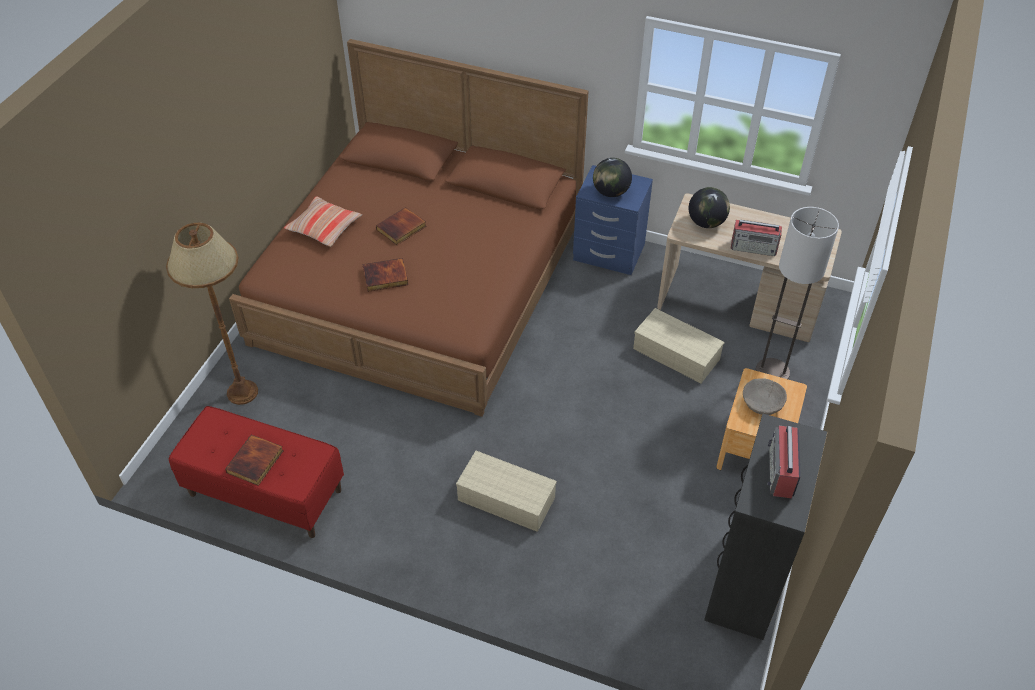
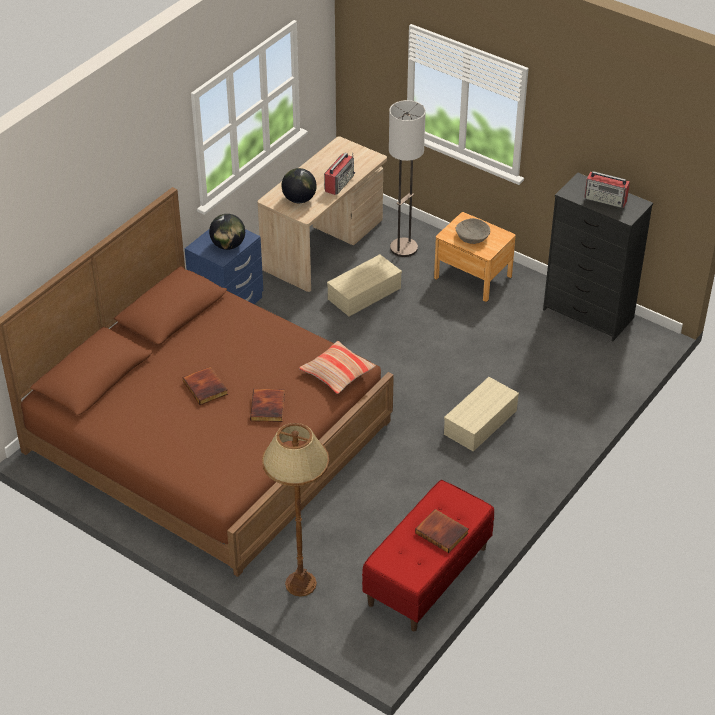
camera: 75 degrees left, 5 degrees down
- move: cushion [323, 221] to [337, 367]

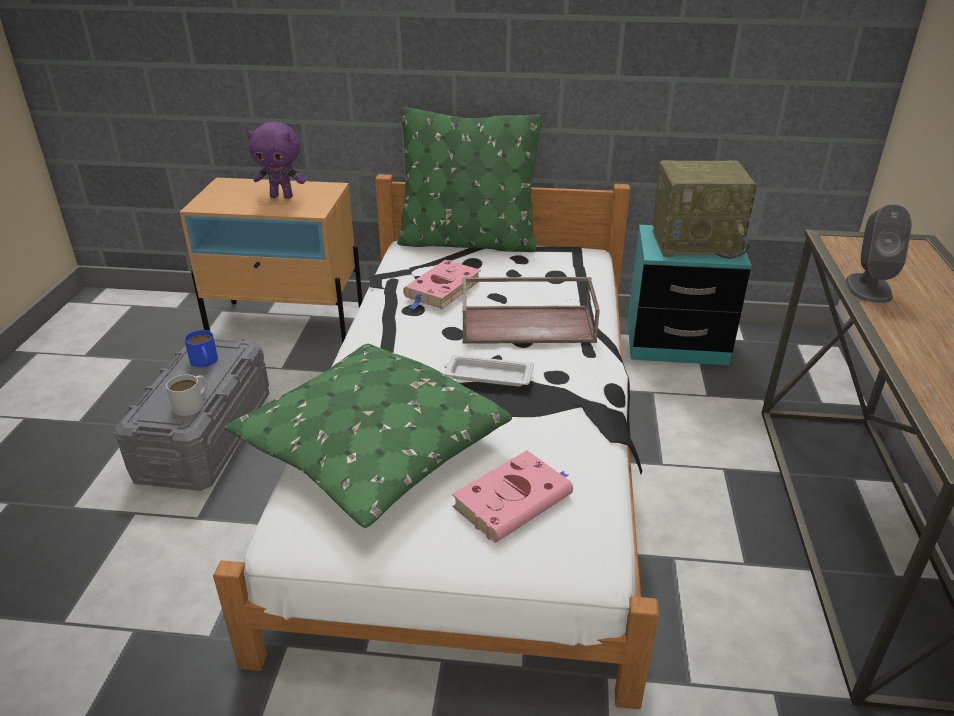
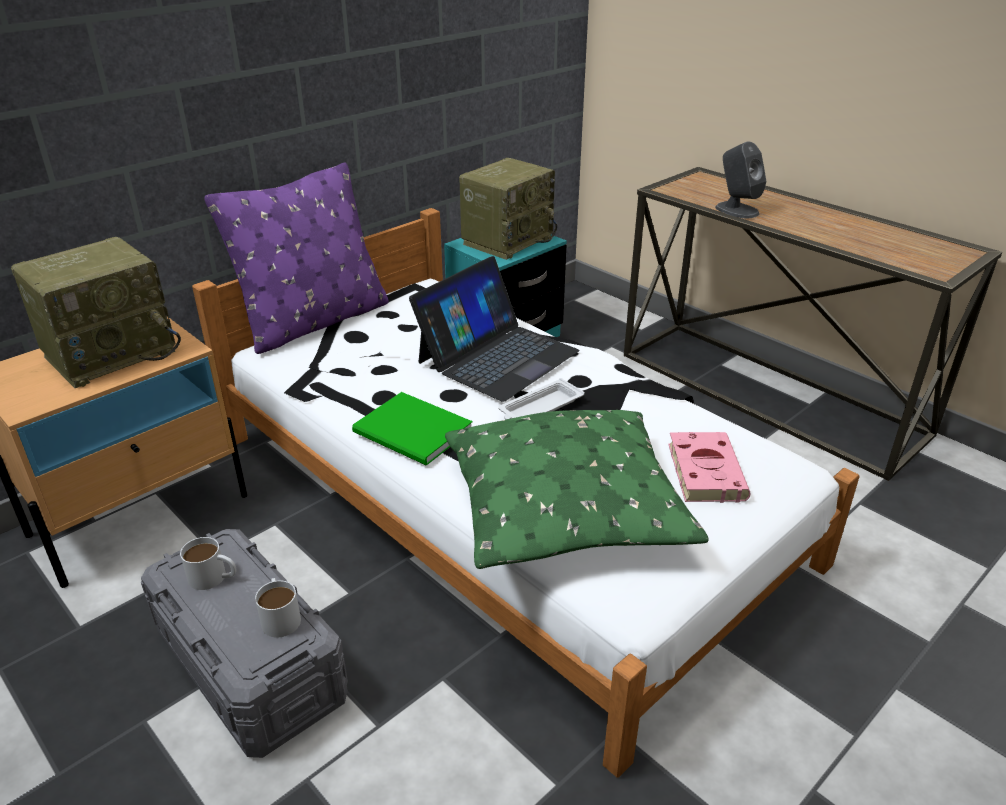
camera: 50 degrees left, 0 degrees up
- replace: purple_soft_toy [275, 160] to radio [96, 312]
- recolor: bluish_coffee_mug [201, 349] to white_coffee_mug [208, 563]
- recolor: green-coloured_cushion [469, 179] to purple_cushion [296, 258]
- insert: green-coloured_volume [412, 429]
- replace: brown-coloured_serving_tray [531, 310] to portable_computer [494, 329]
- delete: pink-coloured_volume [442, 285]

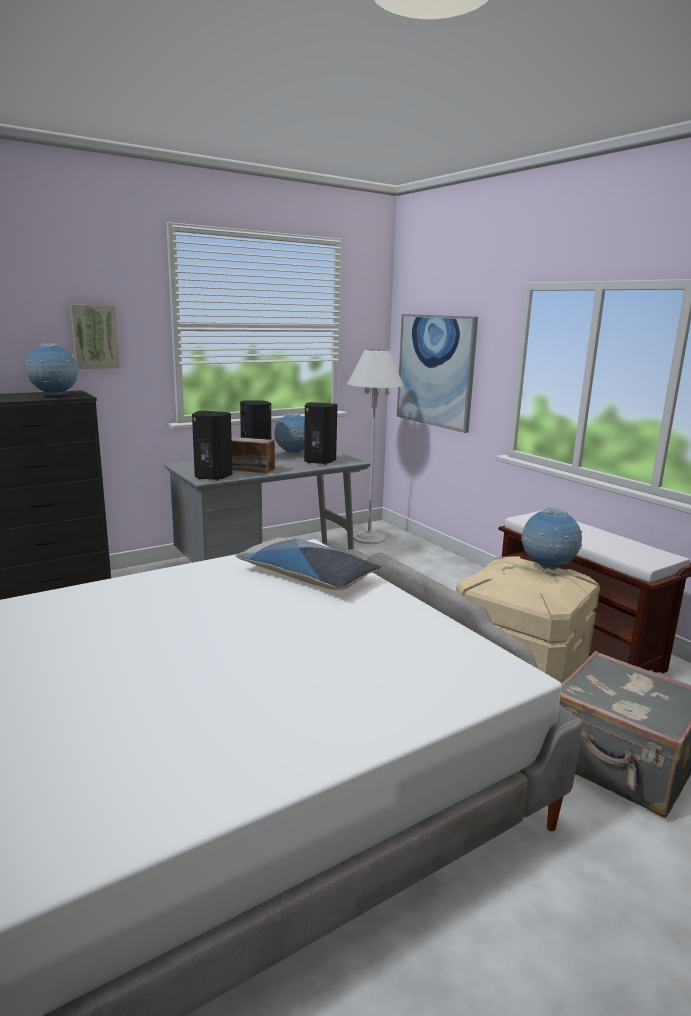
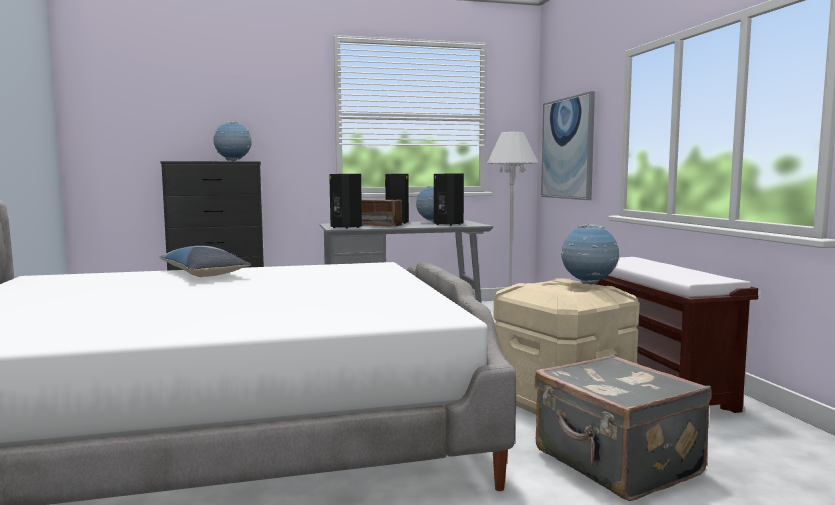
camera: 20 degrees right, 10 degrees down
- move: cushion [308, 564] to [205, 261]
- delete: picture [95, 337]

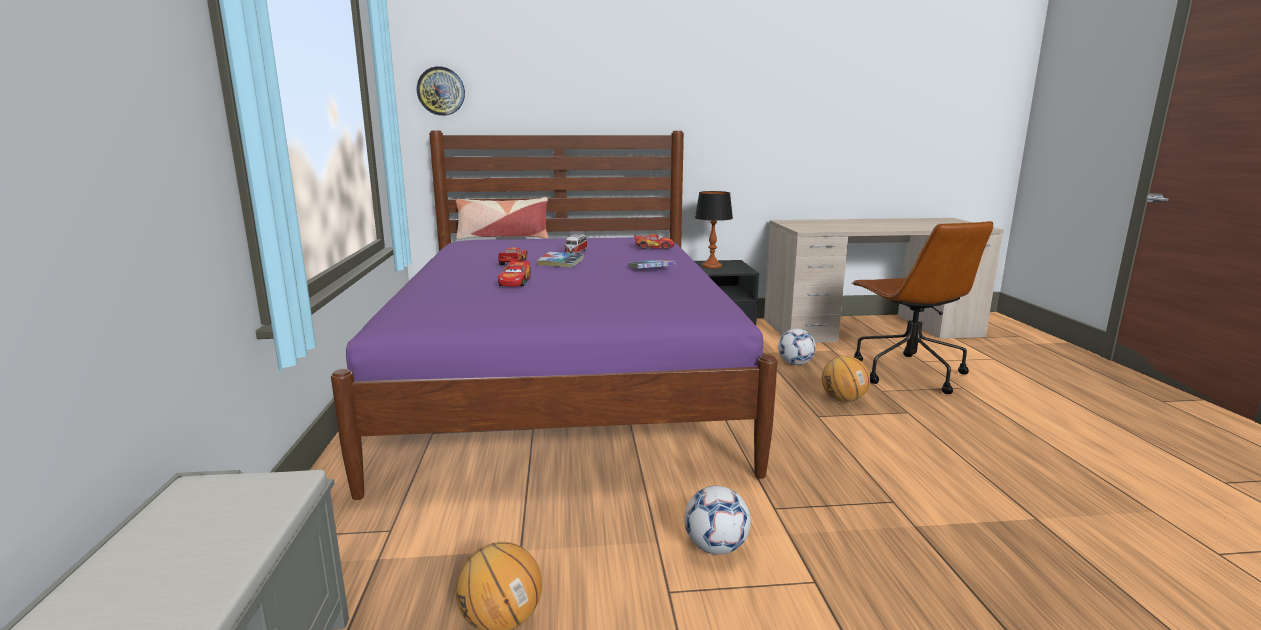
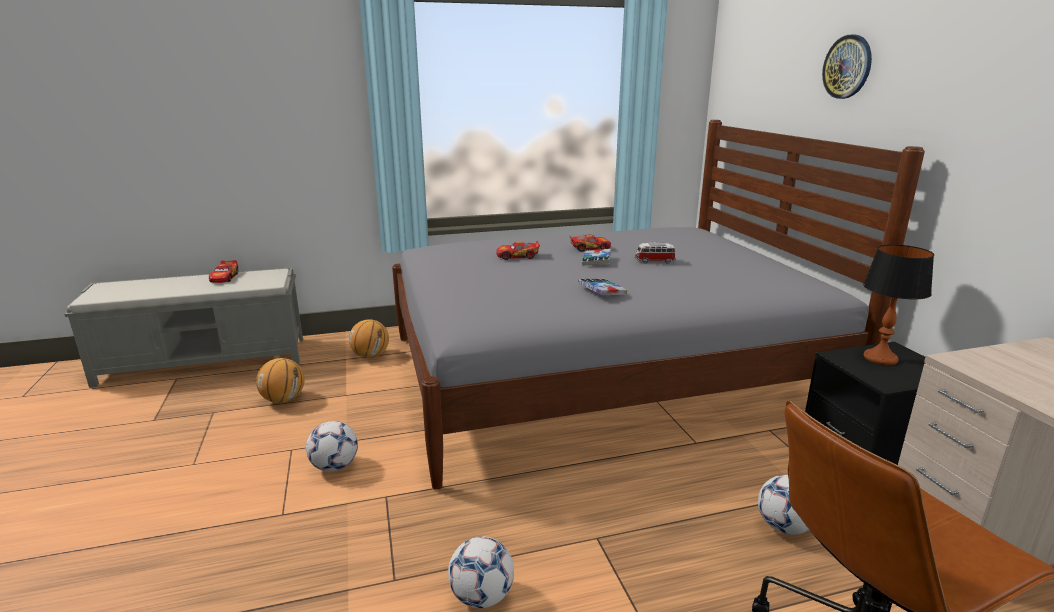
camera: 80 degrees right, 5 degrees up
- move: toy_car [654, 242] to [223, 271]
- move: basketball_ball [846, 379] to [369, 338]
- recolor: purple_sleeping_bed [554, 315] to greyish_sleeping_bed [658, 305]
- insert: football [481, 572]
- move: wall_clock [441, 91] to [847, 67]
- delete: cushion [502, 218]

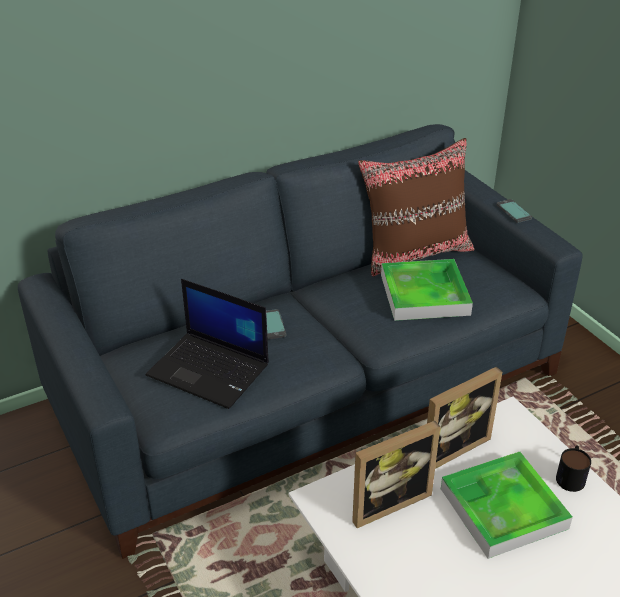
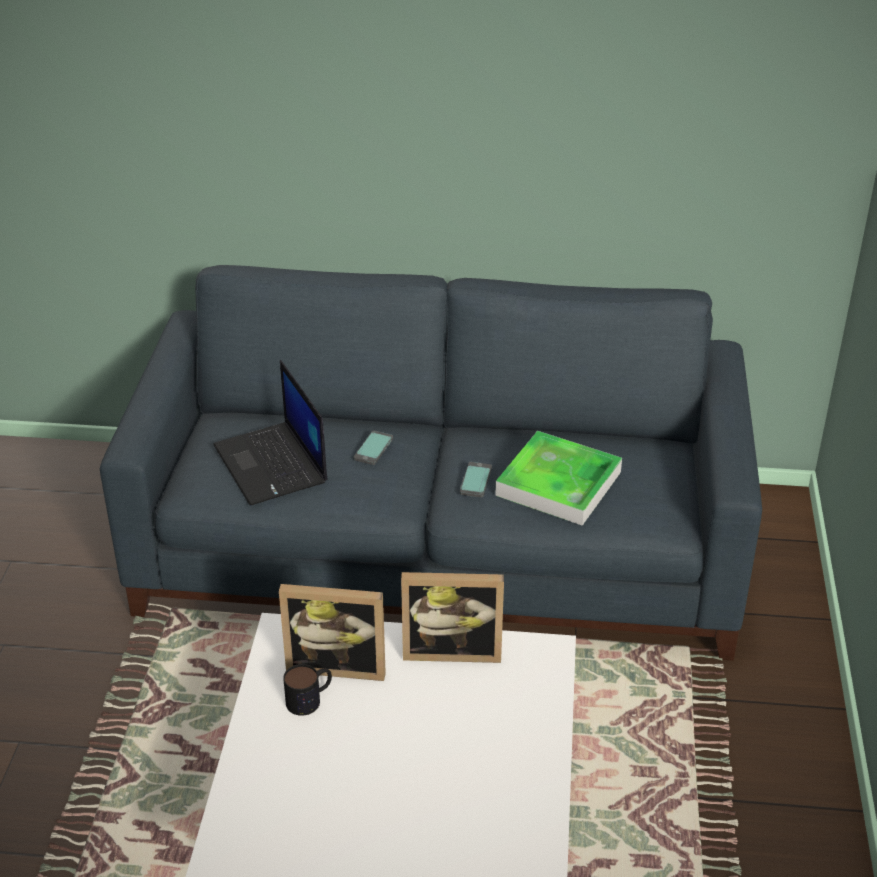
camera: 35 degrees right, 0 degrees up
- move: coffee_mug [573, 468] to [307, 690]
- move: handset [514, 211] to [476, 480]
- delete: brown-coloured_cushion [416, 207]
- delete: serving_tray [507, 505]

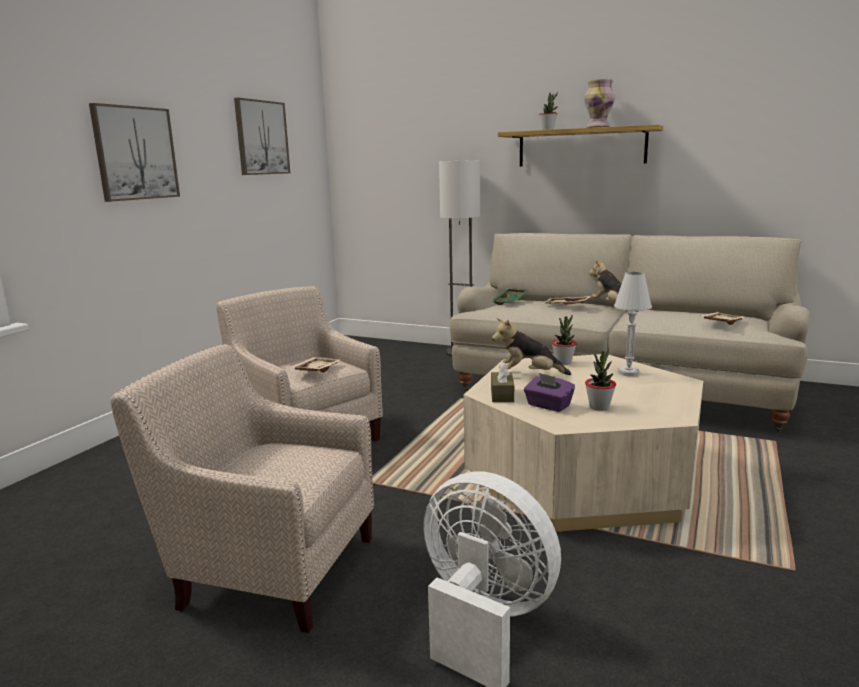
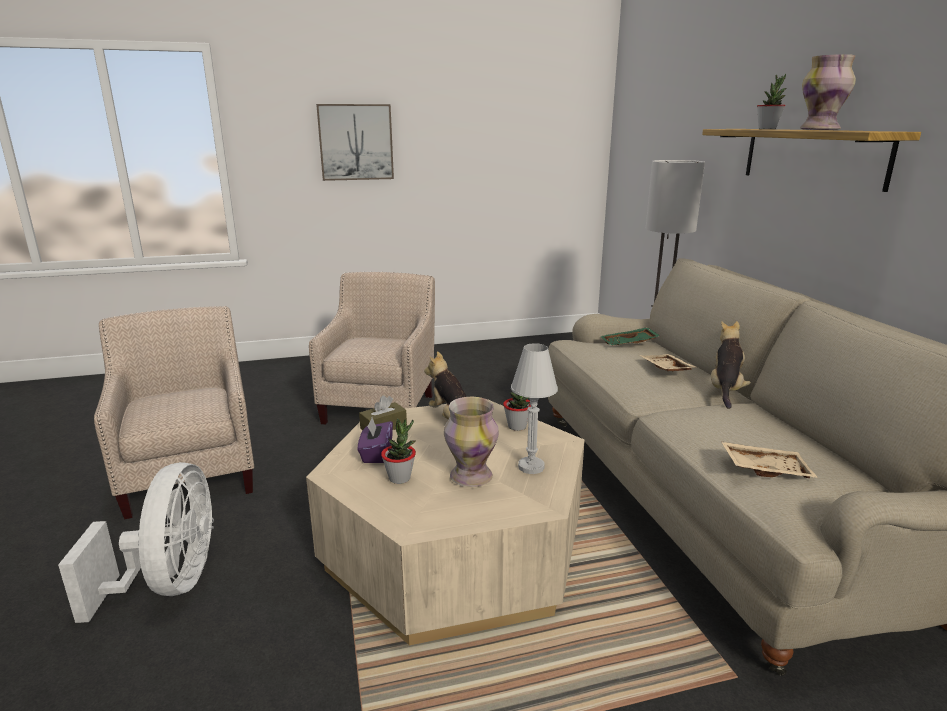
camera: 50 degrees right, 5 degrees up
- insert: vase [471, 442]
- delete: picture [262, 136]
- delete: beige-coloured_serving_tray [315, 365]

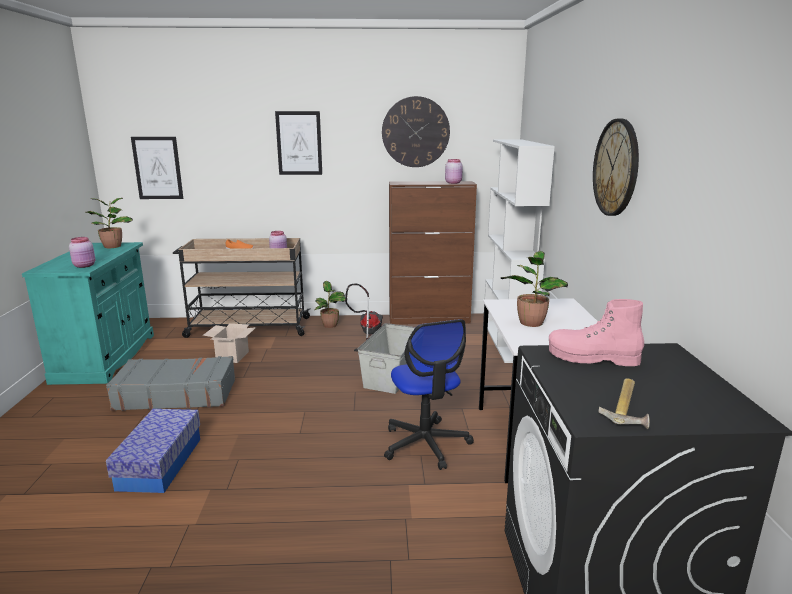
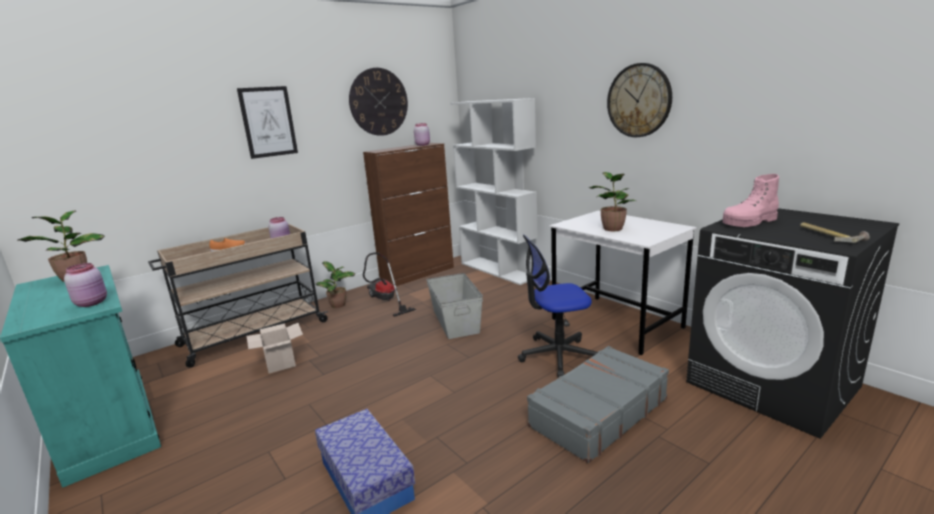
camera: 35 degrees left, 0 degrees up
- rotate: computer_chair [429, 394] = [557, 306] 135 degrees clockwise
- move: greyish_piece_of_luggage [170, 383] to [598, 404]
- delete: picture [157, 168]

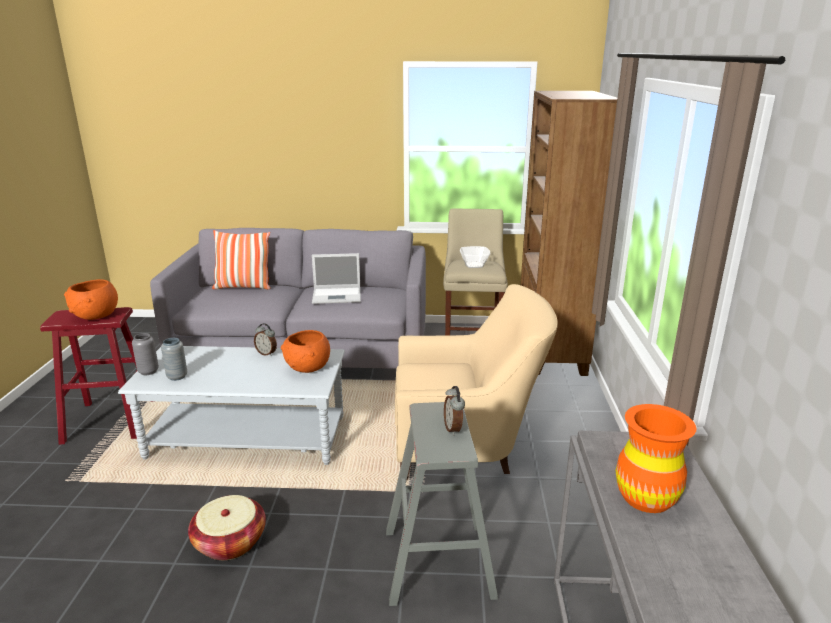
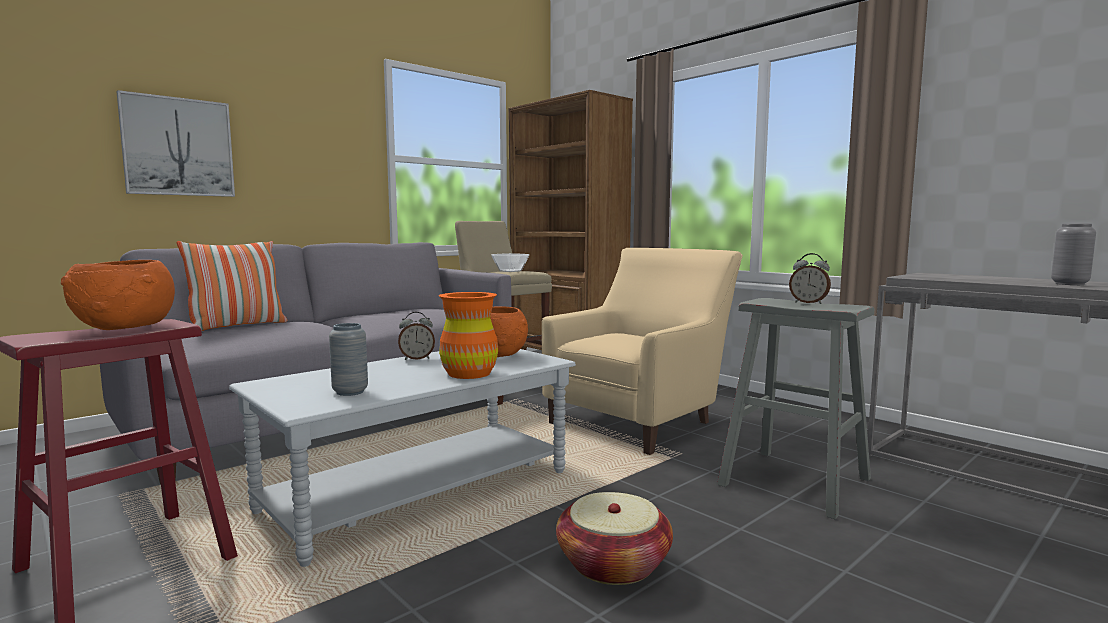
camera: 45 degrees left, 15 degrees down
- insert: picture [175, 143]
- move: orange-coloured_vase [656, 458] to [468, 335]
- move: greyish_vase [145, 354] to [1073, 254]
- delete: portable_computer [336, 278]

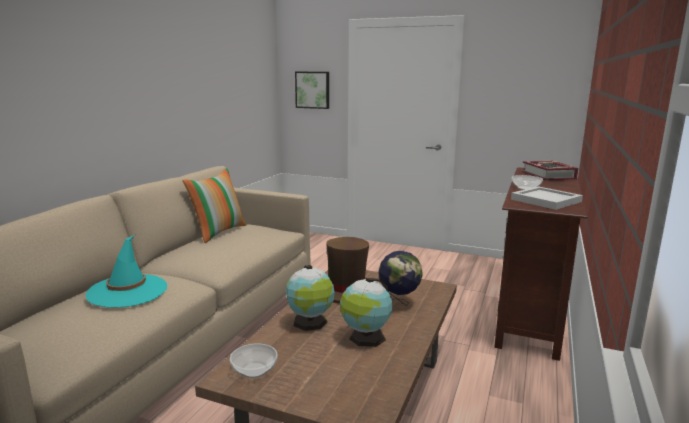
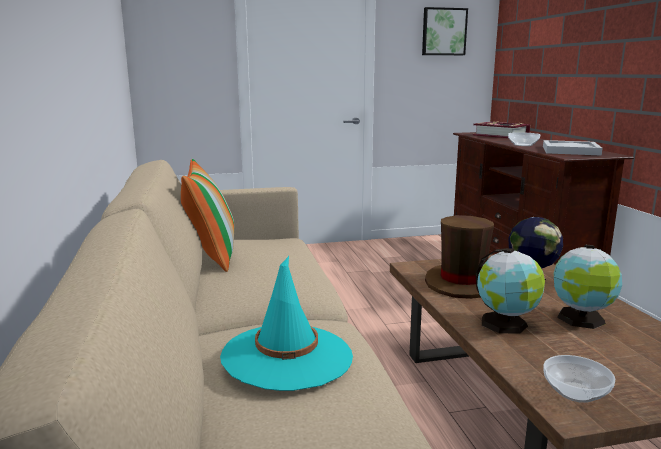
camera: 35 degrees left, 0 degrees up
- move: picture [312, 90] to [445, 31]

